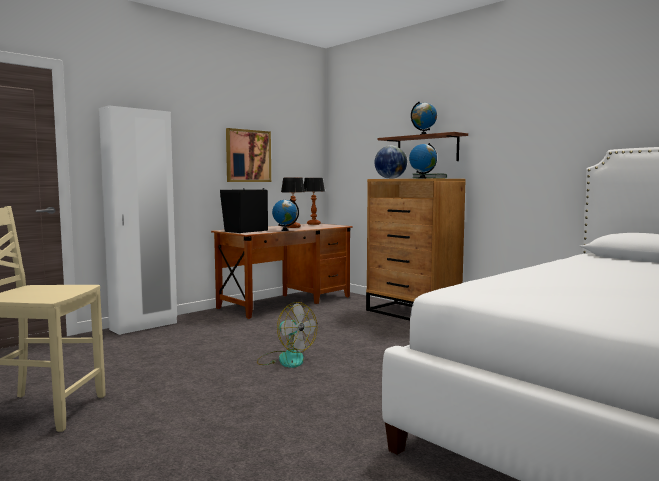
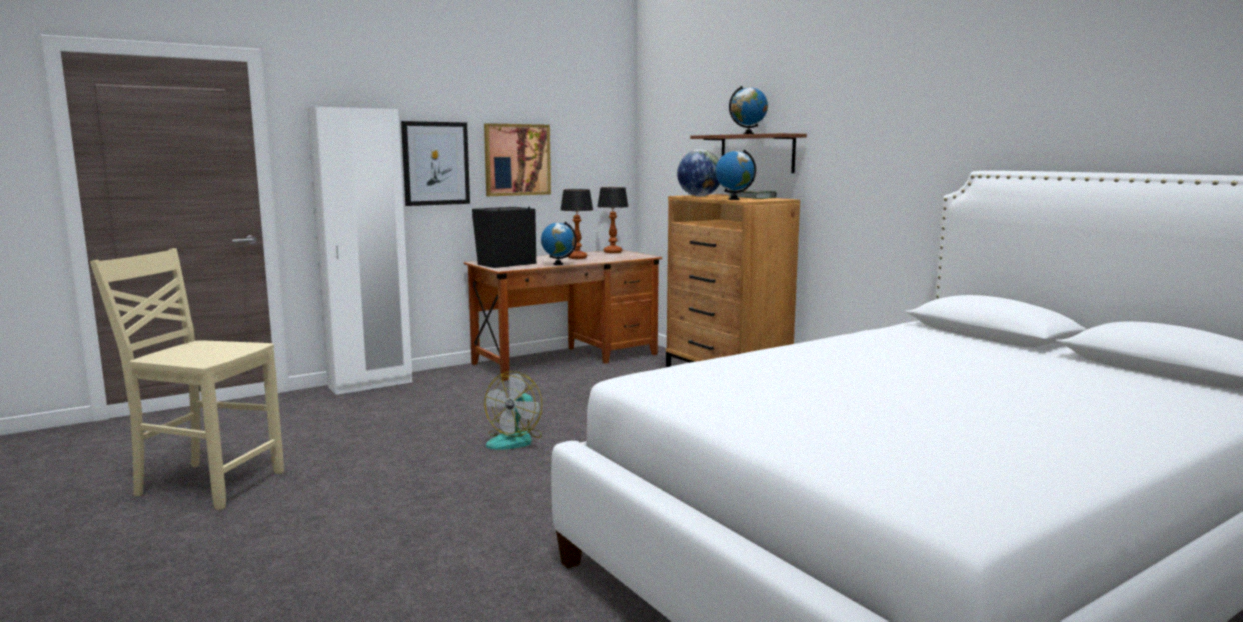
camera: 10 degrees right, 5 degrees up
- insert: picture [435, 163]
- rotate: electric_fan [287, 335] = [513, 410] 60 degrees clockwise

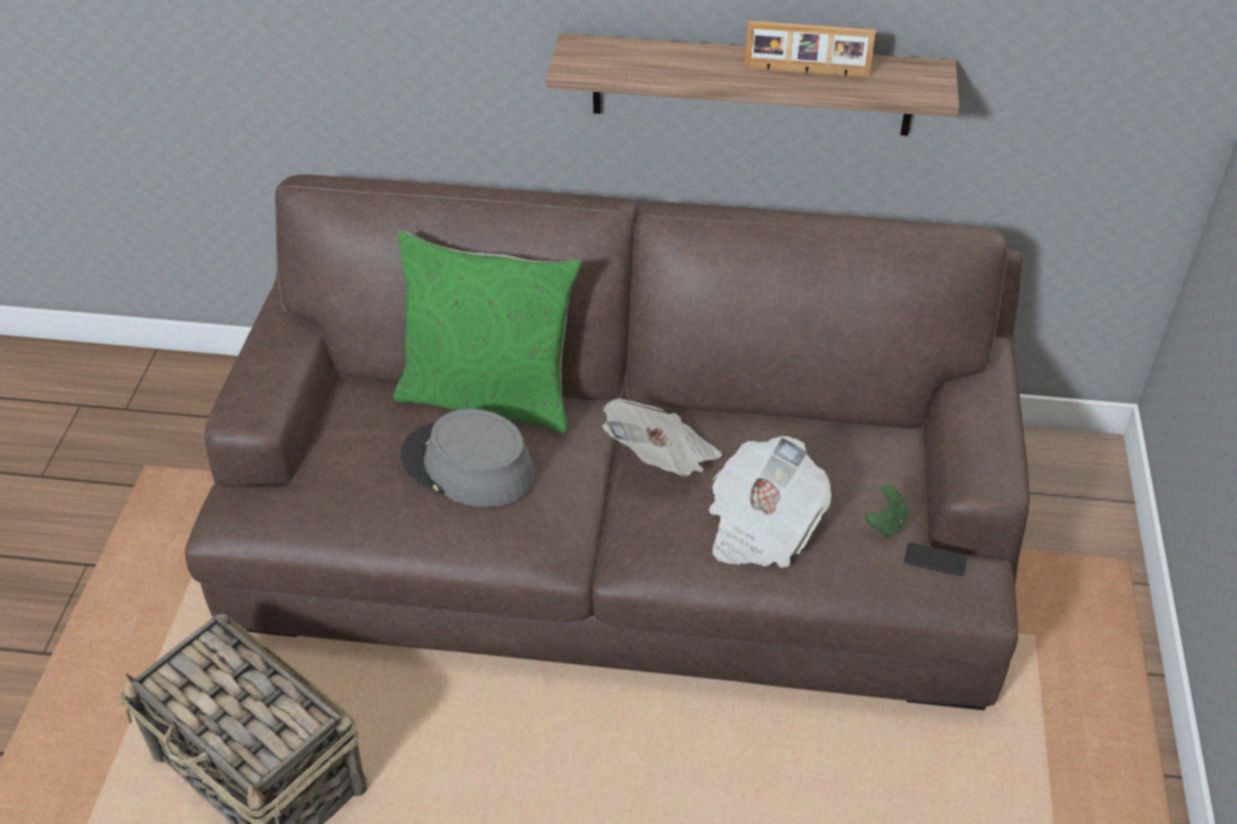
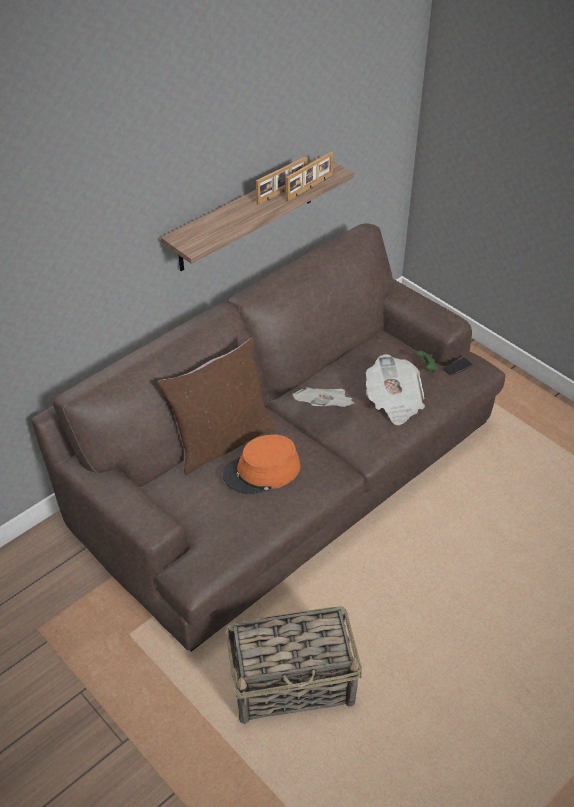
camera: 50 degrees left, 0 degrees up
- recolor: green-coloured_cushion [487, 332] to brown-coloured_cushion [216, 406]
- recolor: greyish_clothing_hat [468, 458] to orange-coloured_clothing_hat [261, 464]
- insert: standing_frame [310, 176]

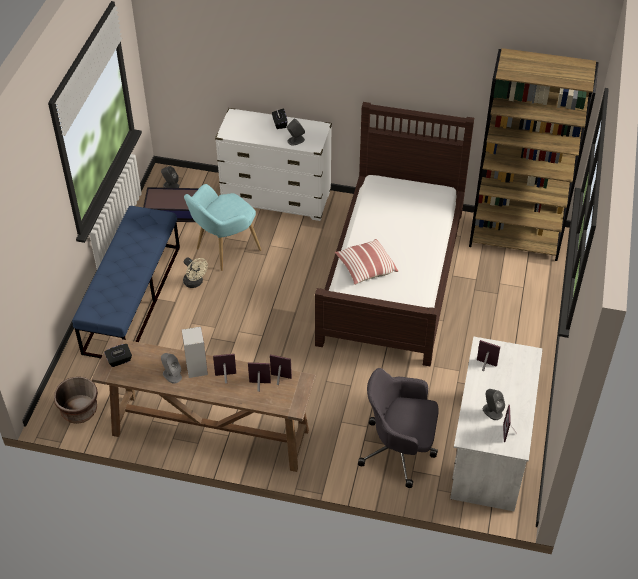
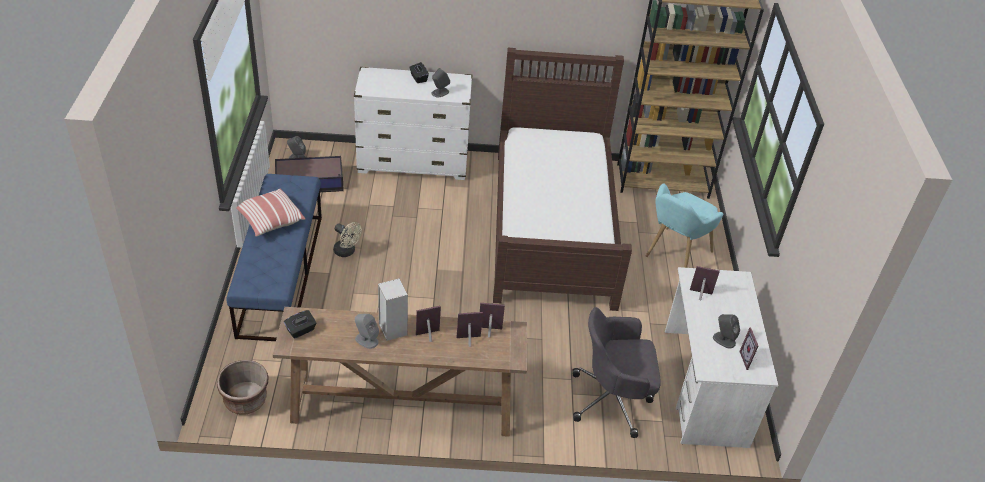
camera: 15 degrees left, 5 degrees down
- move: cushion [366, 262] to [271, 213]
- move: turquoise-coloured_easy_chair [222, 227] to [684, 225]

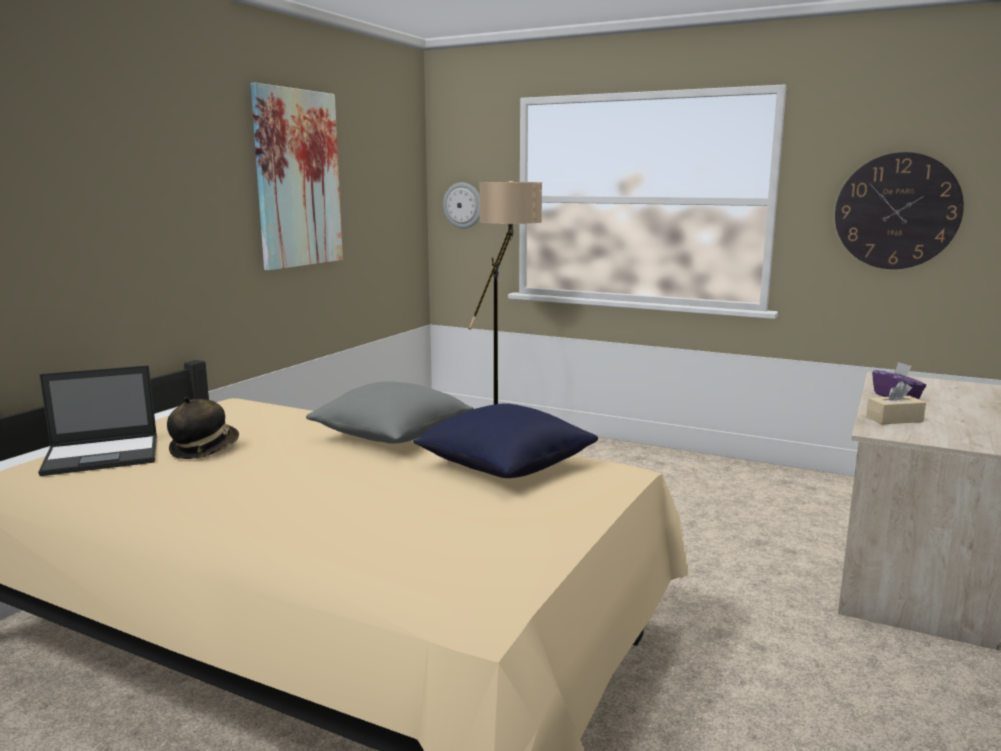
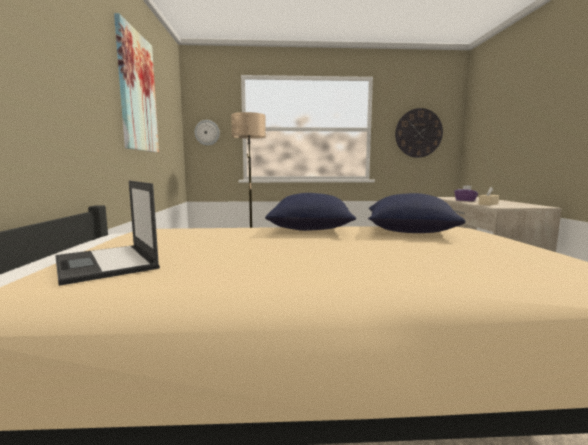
camera: 30 degrees left, 5 degrees down
- rotate: portable_computer [97, 420] = [107, 233] 105 degrees clockwise
- recolor: greyish_cushion [390, 412] to bluish_cushion [310, 212]
- delete: clothing_hat [203, 428]

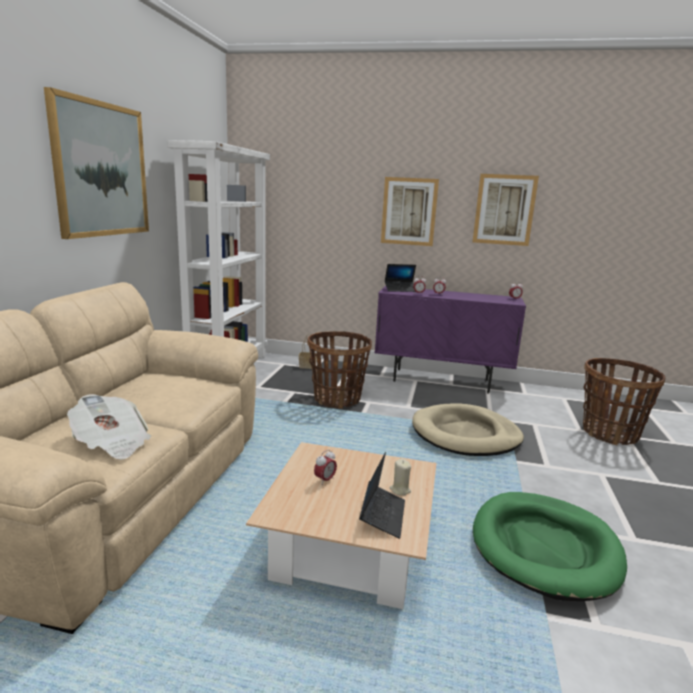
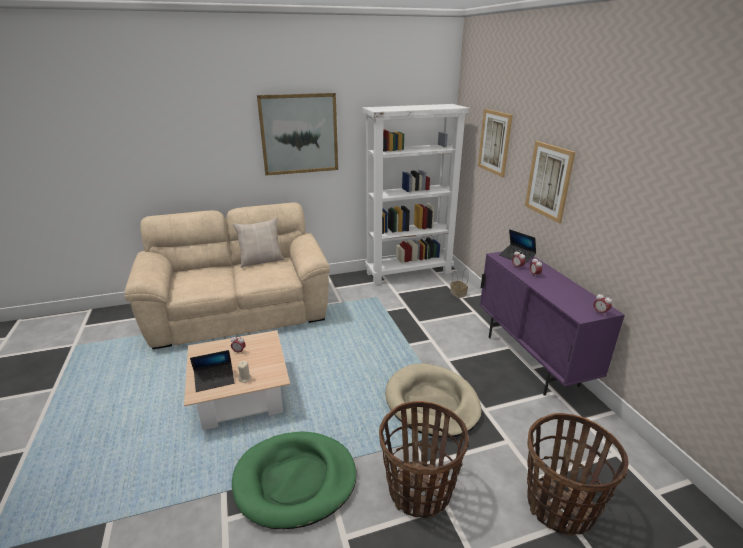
camera: 60 degrees right, 10 degrees up
- insert: beige-coloured_cushion [259, 242]
- move: storage_basket [339, 370] to [424, 459]
- move: picture [506, 210] to [495, 143]
- delete: newspaper [109, 427]

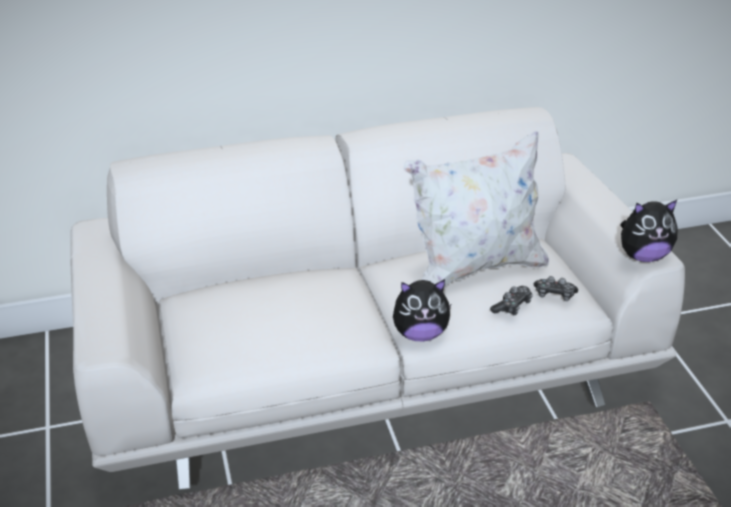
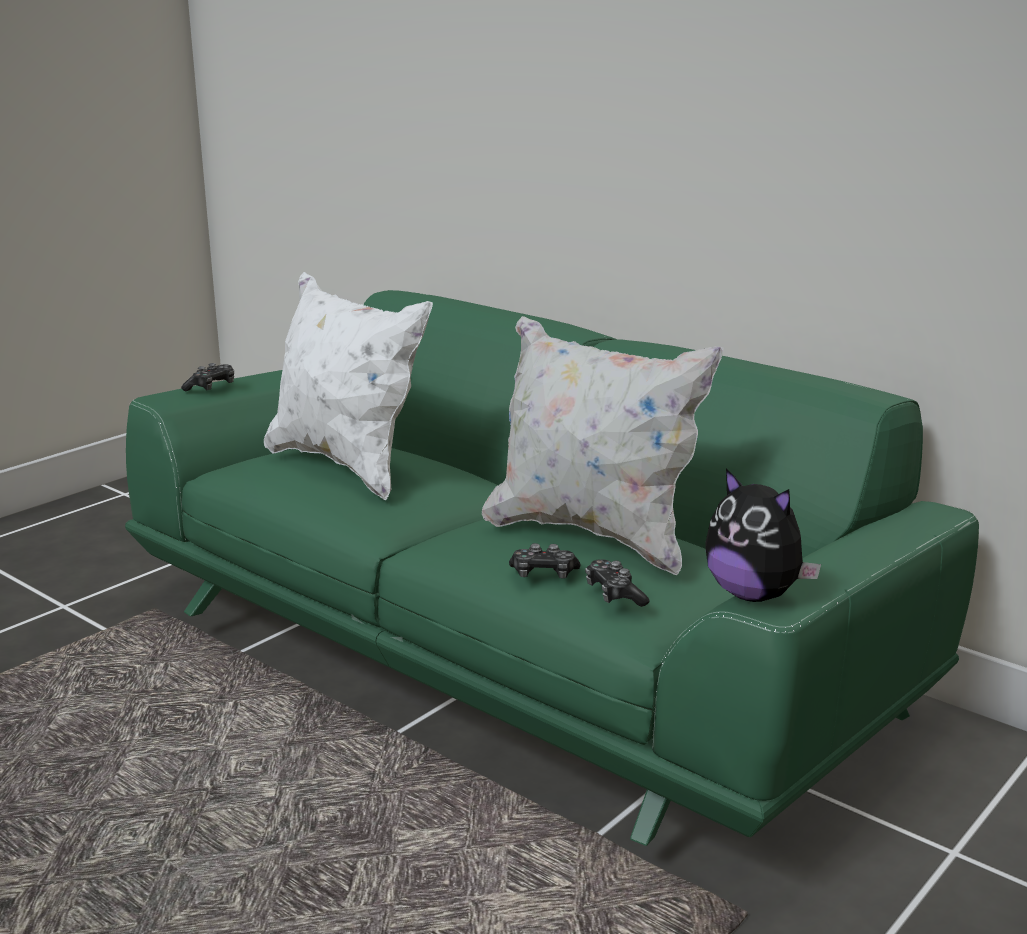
camera: 55 degrees right, 15 degrees down
- recolor: white_couch [377, 298] to green-coloured_couch [552, 568]
- insert: gamepad [207, 377]
- insert: white_cushion [348, 386]
- delete: soft_toy [422, 310]

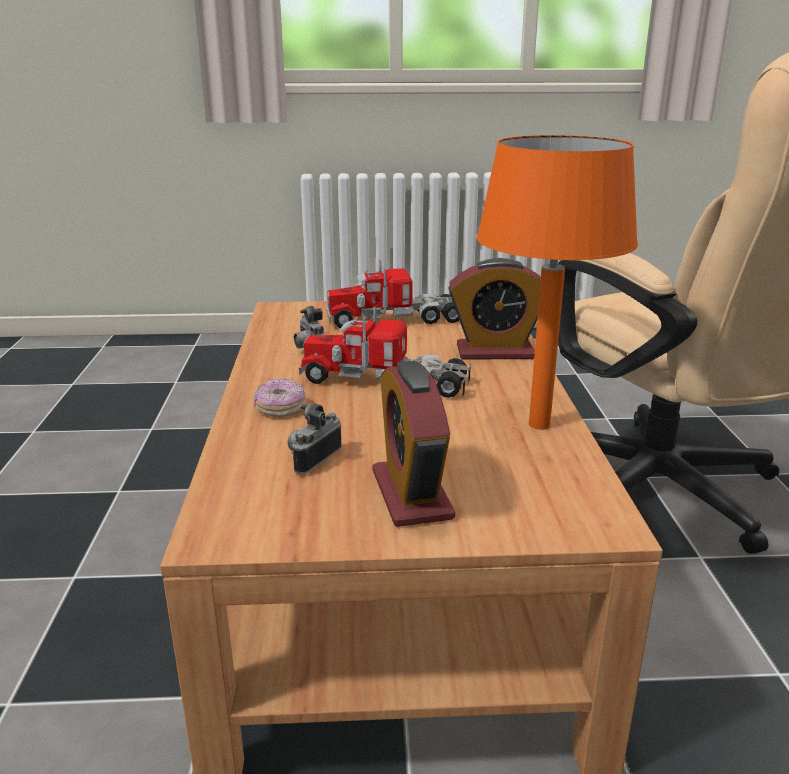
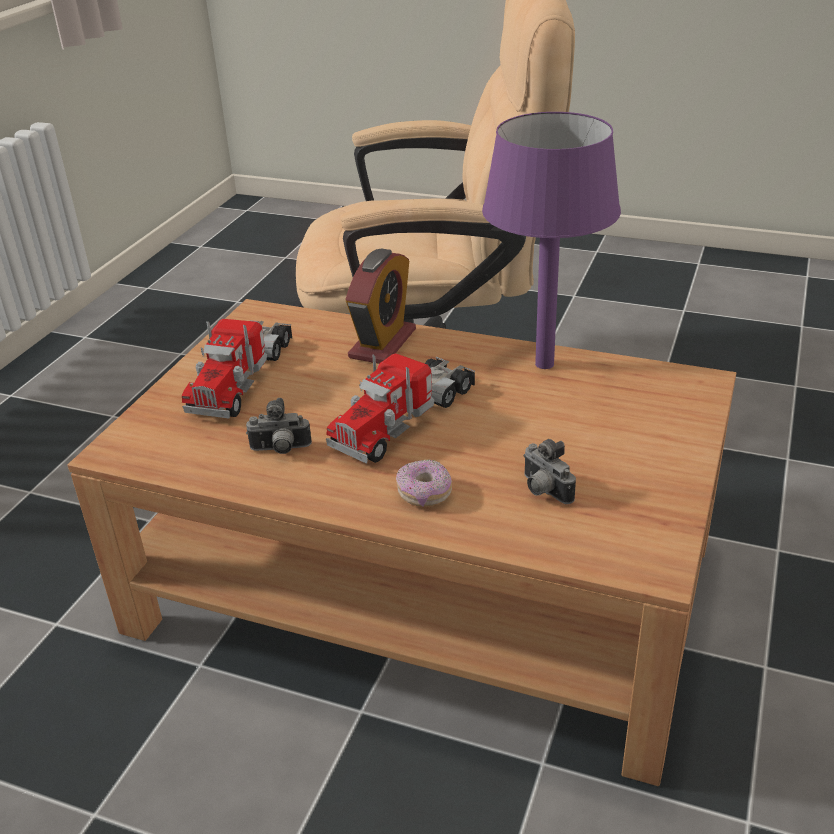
camera: 65 degrees left, 10 degrees up
- recolor: orange-coloured_table_lamp [557, 282] to purple_table_lamp [551, 240]
- delete: alarm_clock [413, 444]

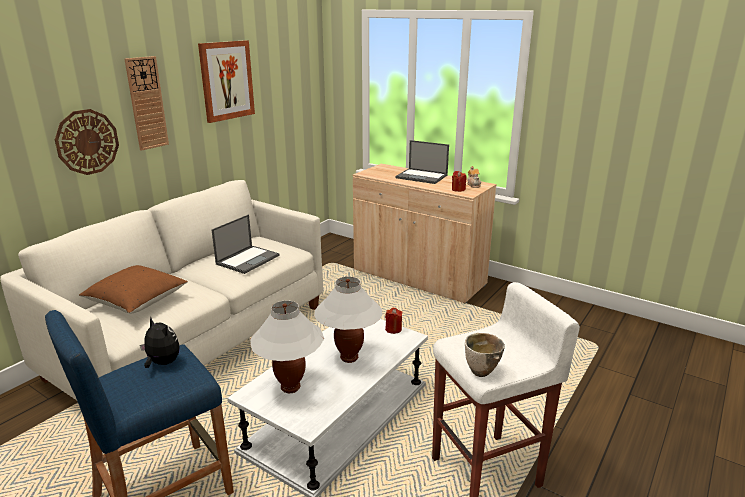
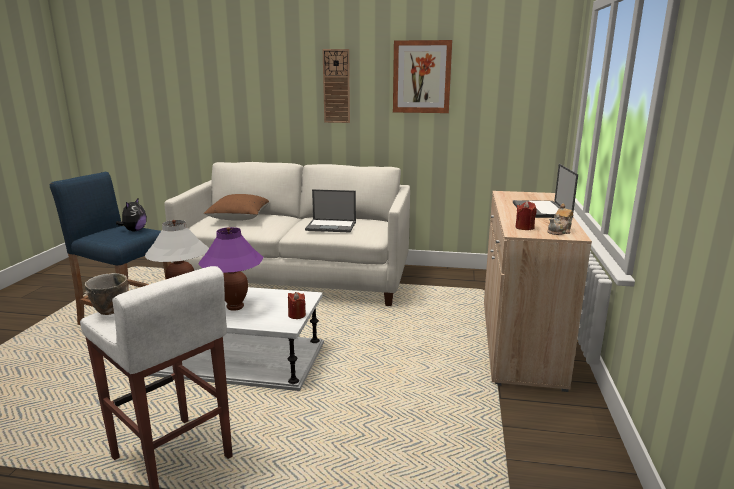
camera: 65 degrees right, 5 degrees down
- recolor: white_table_lamp [348, 320] to purple_table_lamp [230, 269]
- delete: wall_clock [87, 142]

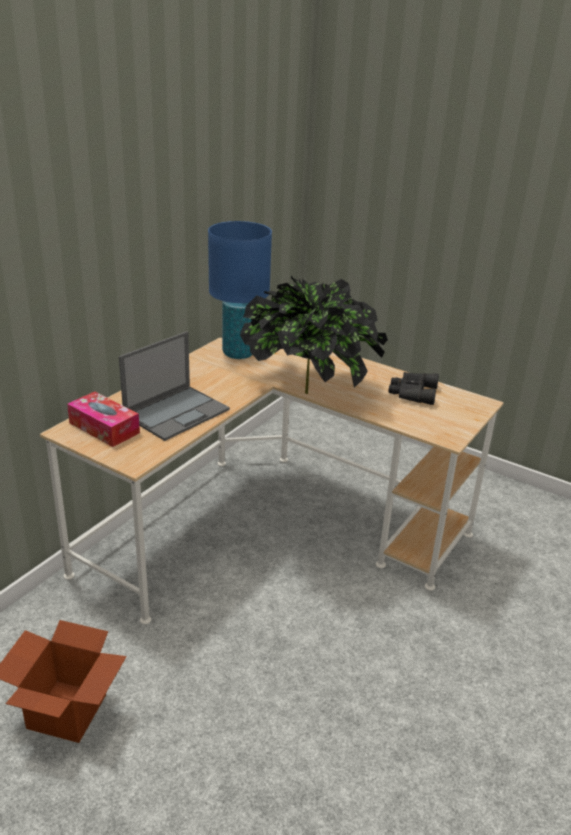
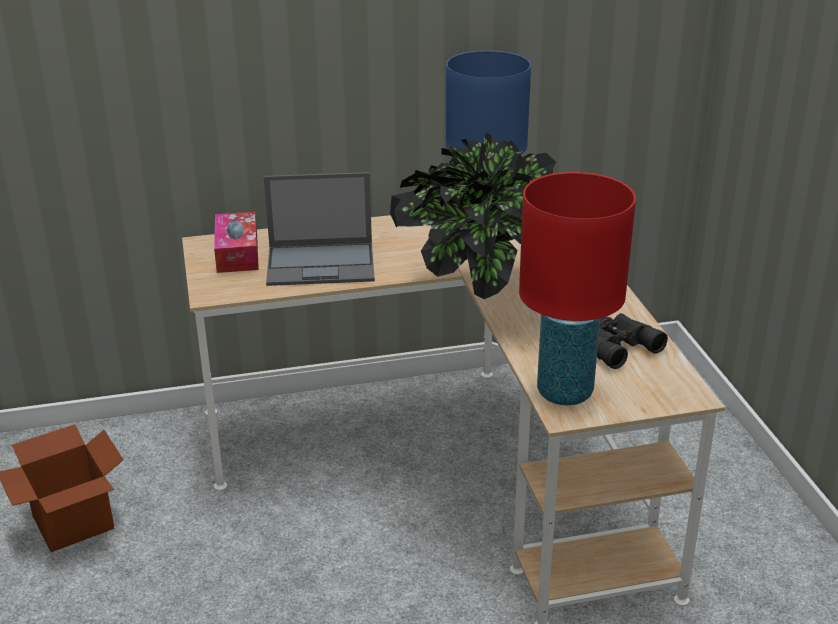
camera: 45 degrees right, 0 degrees up
- insert: reddish_table_lamp [577, 289]

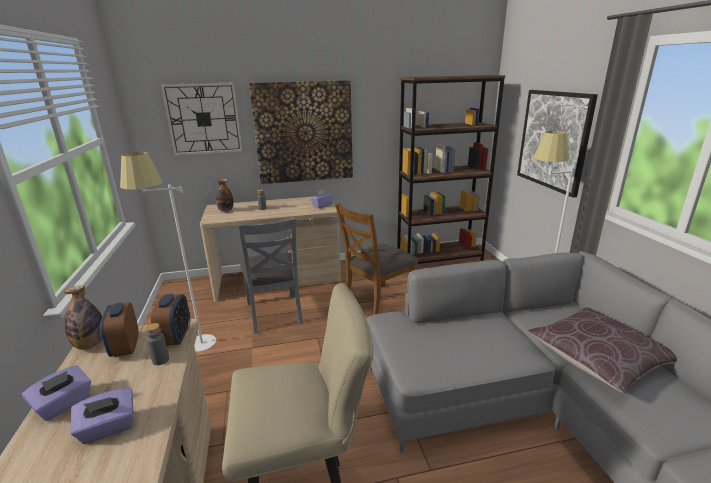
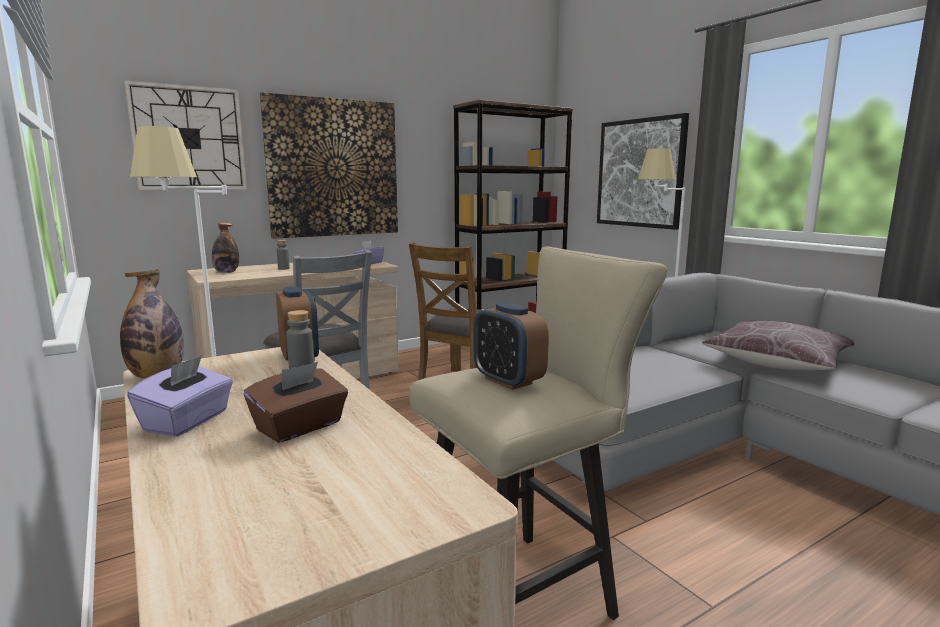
camera: 20 degrees left, 10 degrees down
- recolor: purple_tissue_holder [102, 416] to brown-coloured_tissue_holder [296, 402]
- move: alarm_clock [119, 329] to [511, 346]

